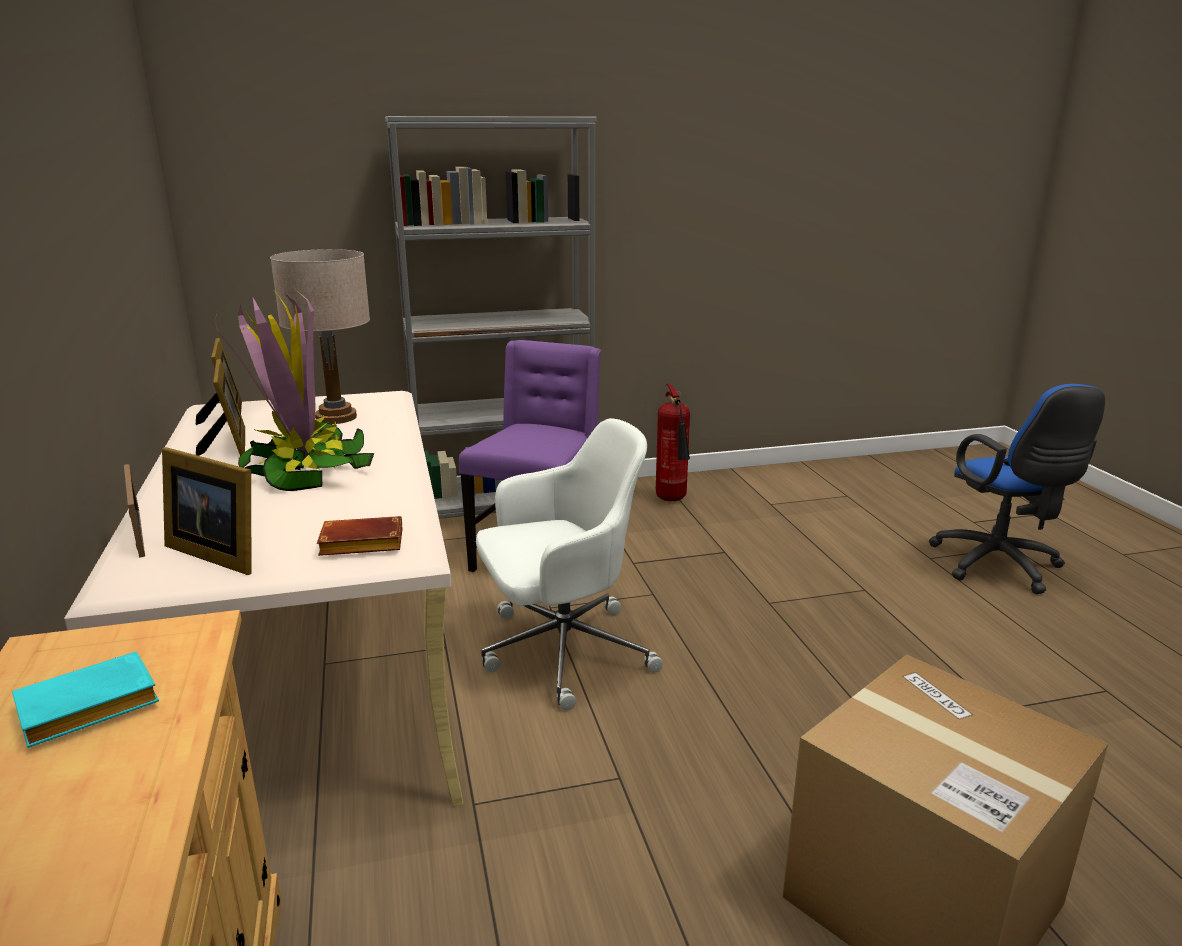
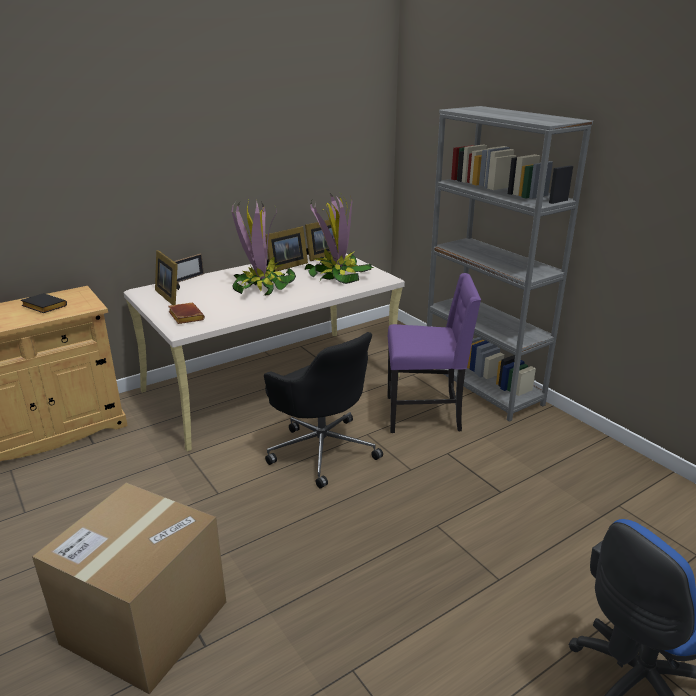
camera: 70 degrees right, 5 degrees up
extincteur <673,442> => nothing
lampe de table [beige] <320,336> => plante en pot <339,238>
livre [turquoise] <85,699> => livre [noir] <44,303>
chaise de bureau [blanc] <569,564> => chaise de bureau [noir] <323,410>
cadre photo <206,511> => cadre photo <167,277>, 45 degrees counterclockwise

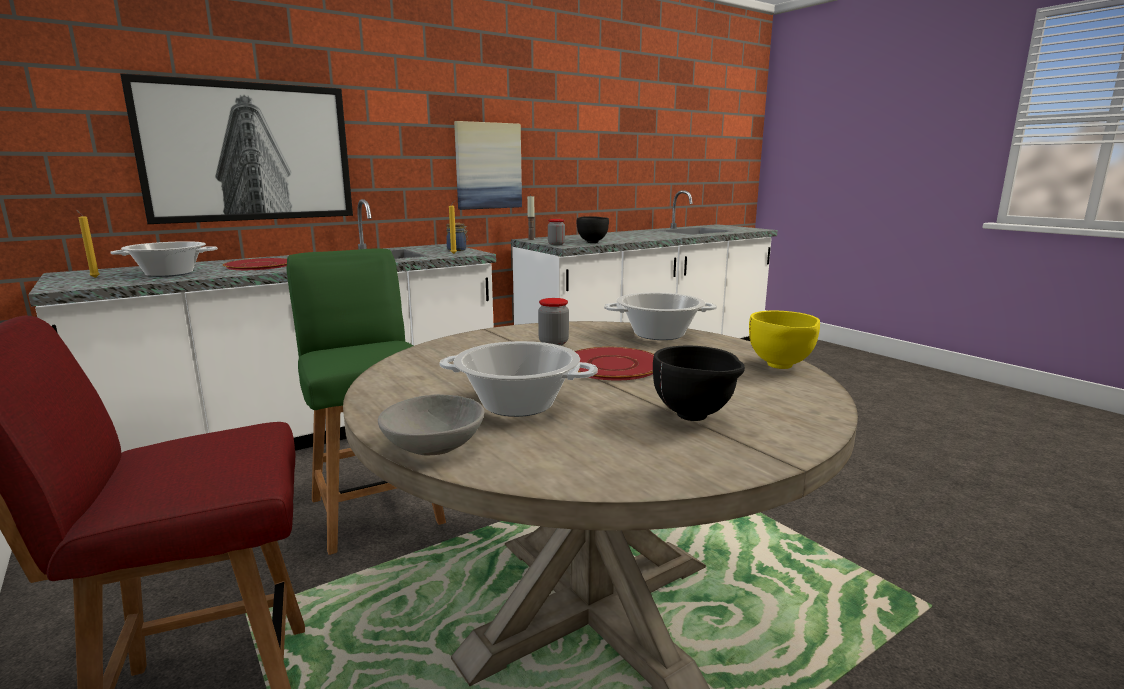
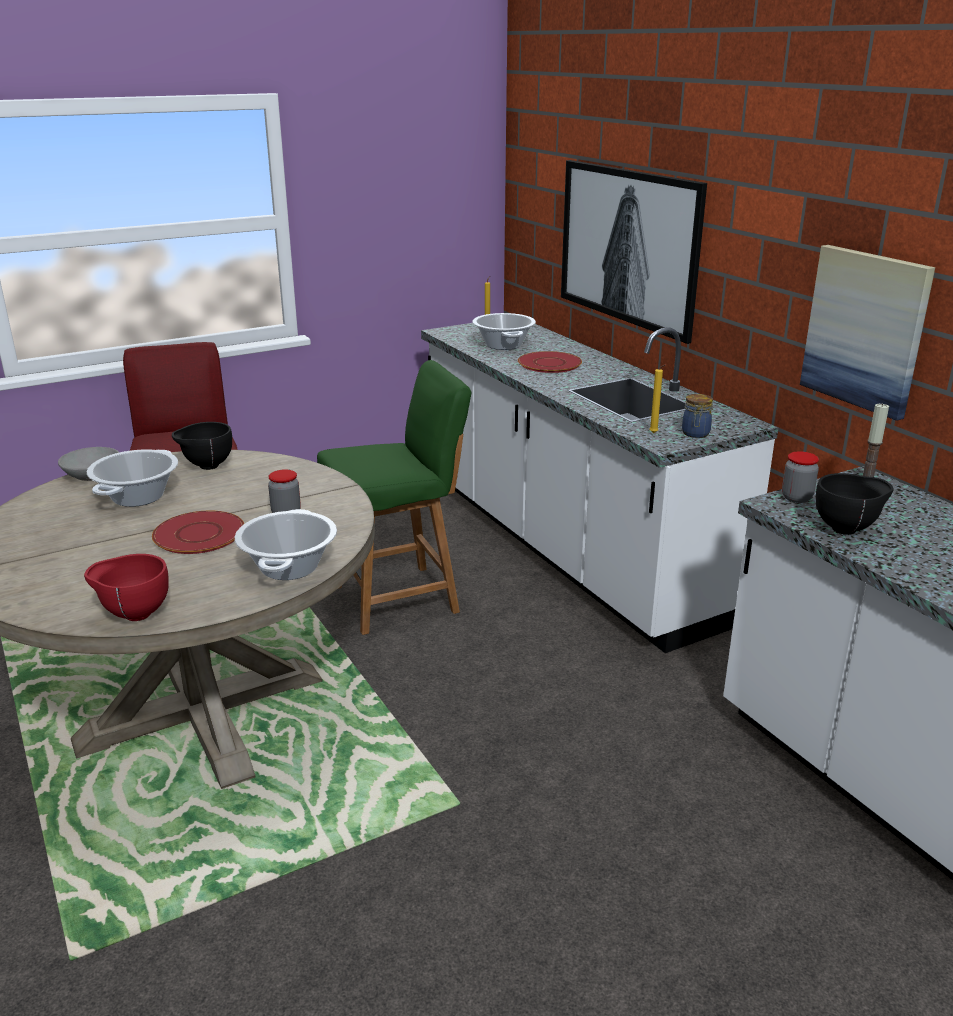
camera: 95 degrees right, 10 degrees up
bol [noir] <699,383> => bol [noir] <202,446>, shifted
bol [jaune] <784,340> => bol [rouge] <126,587>

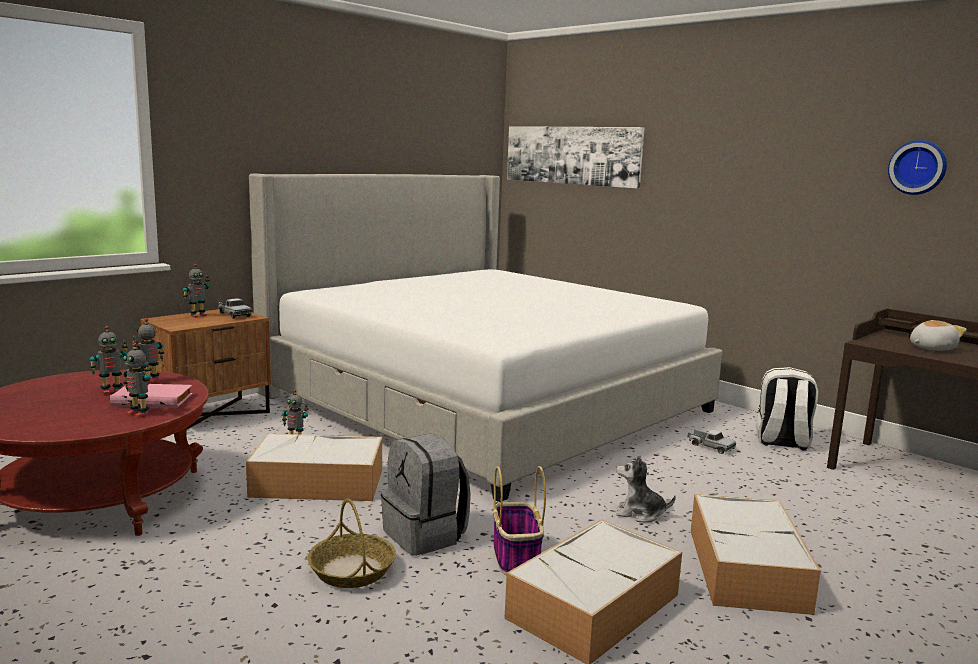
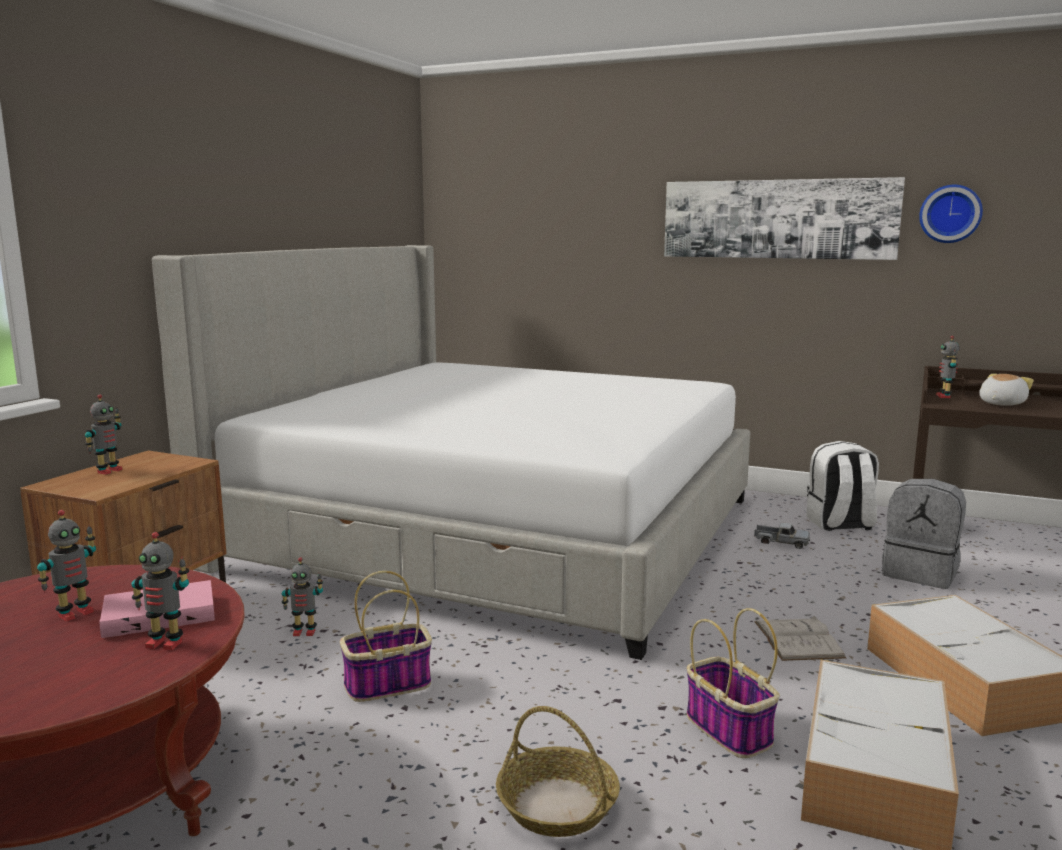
camera: 20 degrees left, 0 degrees up
camion jouet <235,308> => nothing
robot jouet <148,350> => robot jouet <948,367>, shifted
sac à dos [gris] <426,495> => sac à dos [gris] <924,534>, shifted
tableau <576,157> => tableau <784,218>, shifted
boîte de rangement <314,467> => panier <386,636>
peluche <646,489> => livre [blanc] <800,638>

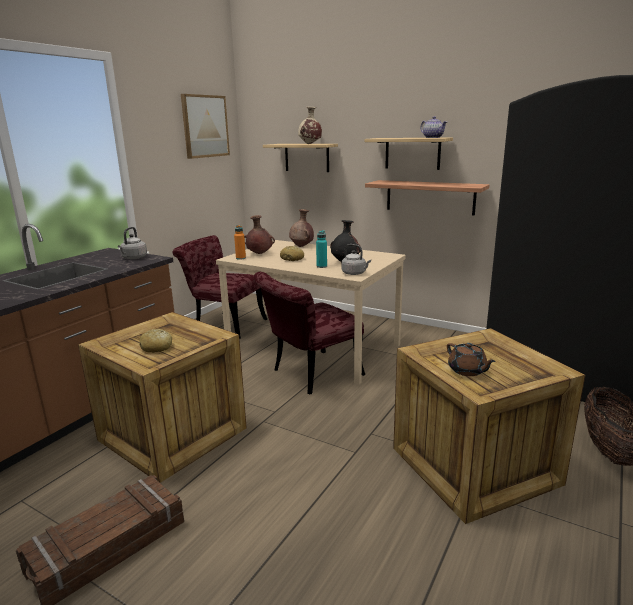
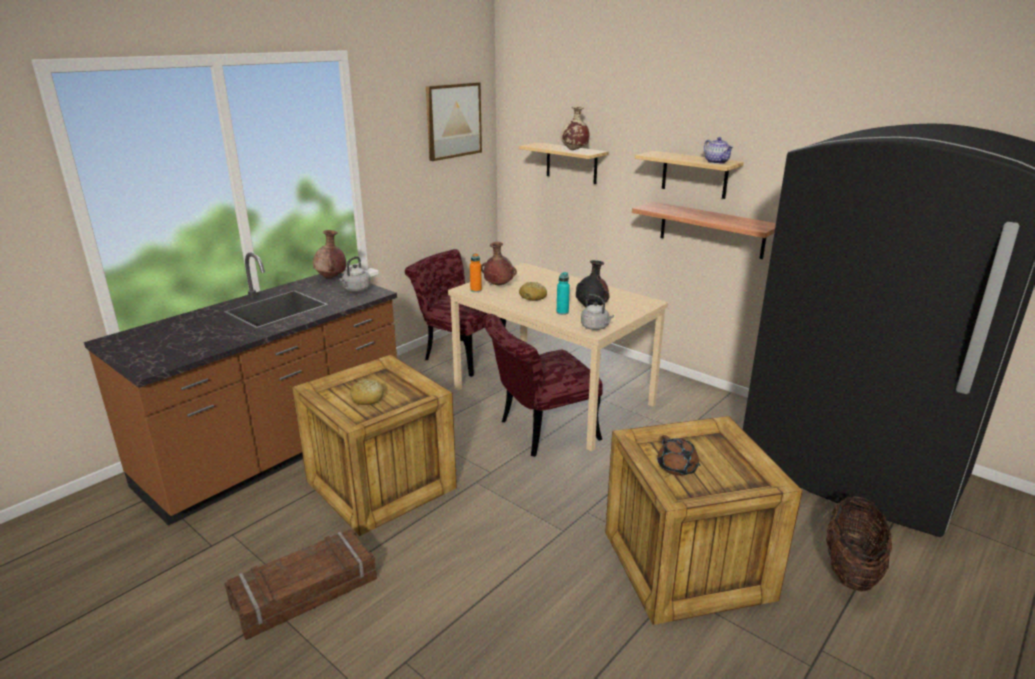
camera: 10 degrees right, 5 degrees up
vase [marron] <301,228> => vase [marron] <329,254>, shifted

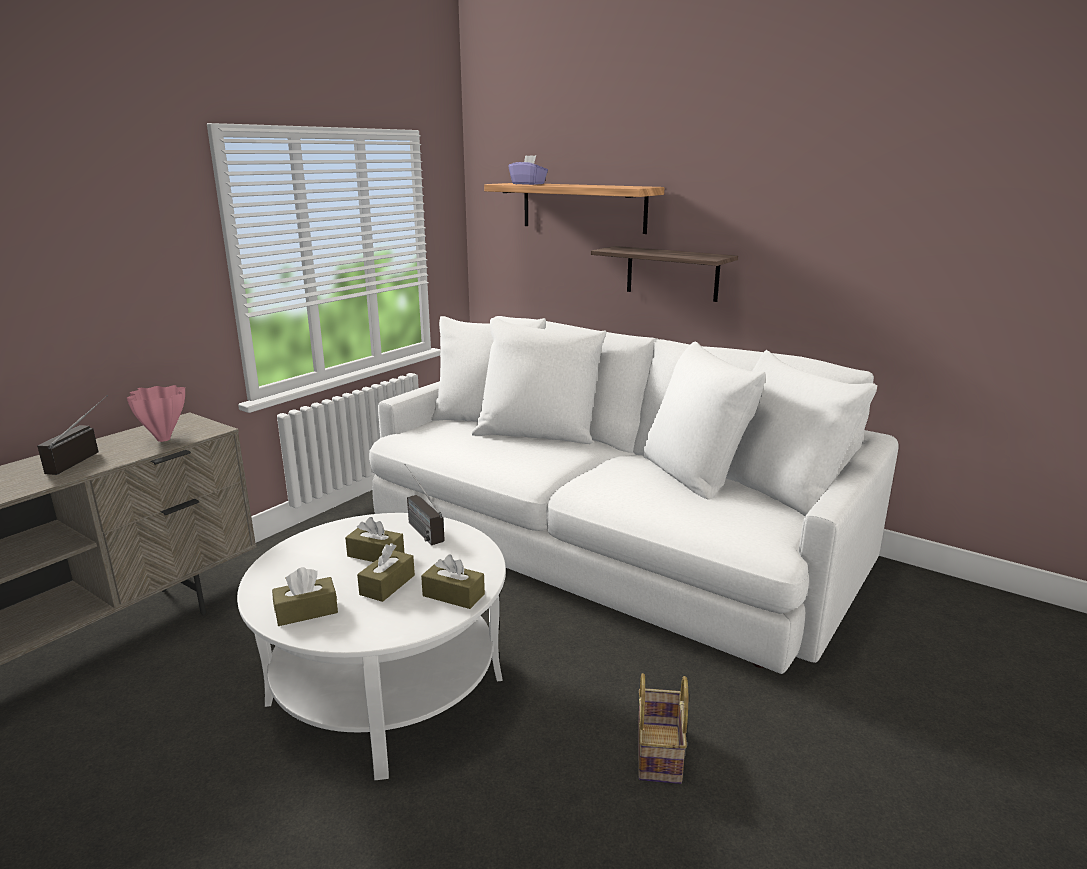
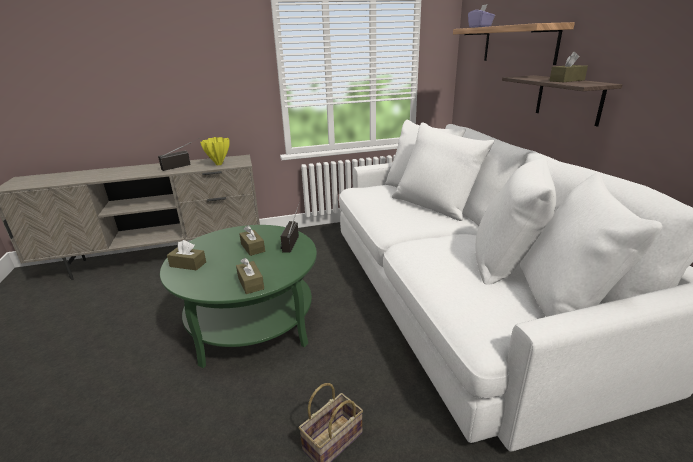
camera: 40 degrees right, 5 degrees up
boîte à mouchoirs [marron] <386,572> => boîte à mouchoirs [marron] <568,67>, shifted
vase [rose] <156,413> => vase [jaune] <215,151>
table basse [blanc] <371,646> => table basse [vert] <238,296>

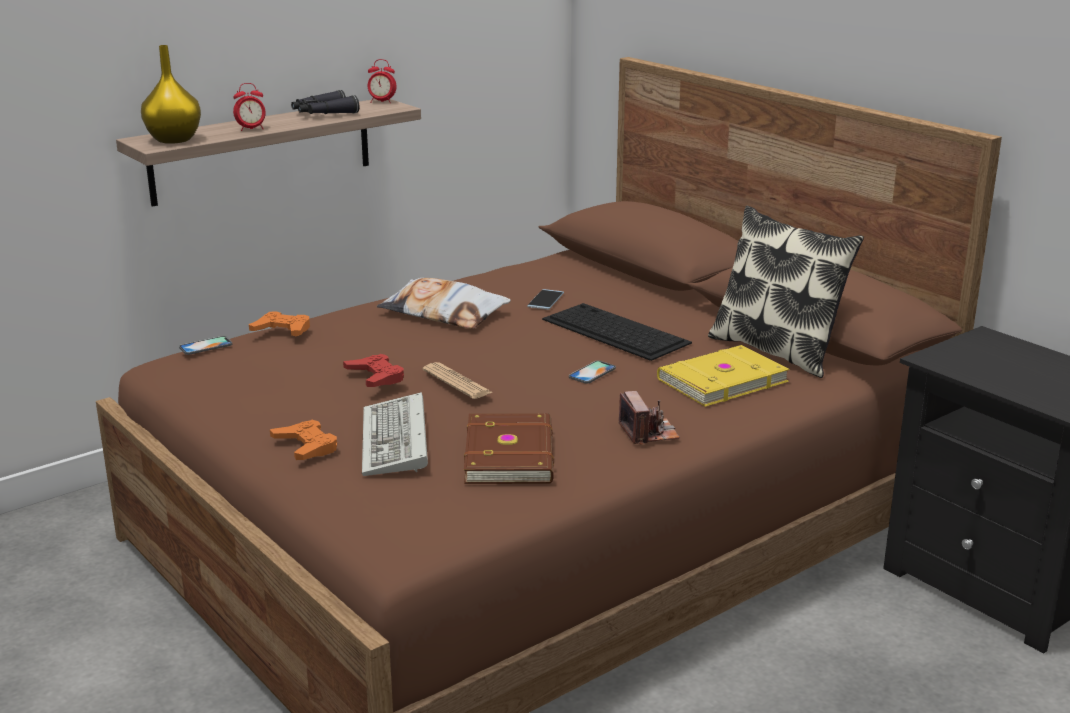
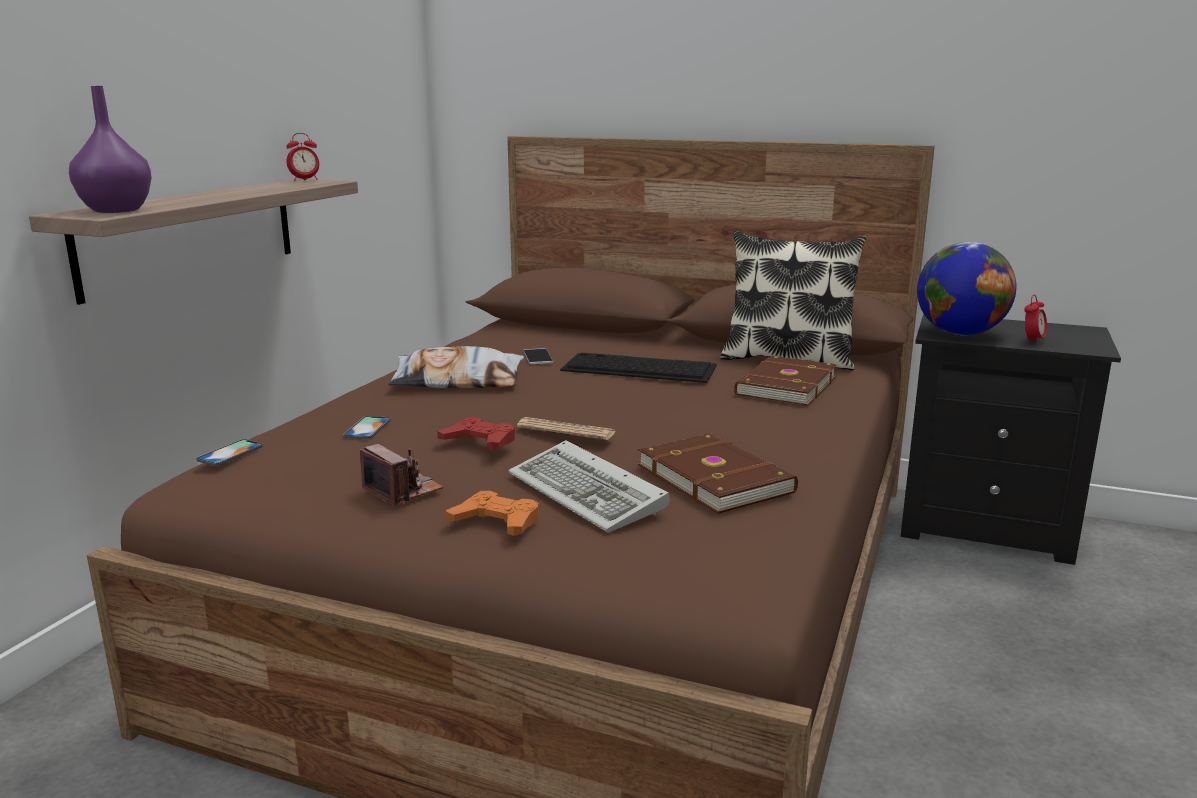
camera: 30 degrees left, 5 degrees down
manette [orange] <279,323> => nothing
jumelles [noir] <325,102> => nothing
nothing => globe <966,288>
réveil <249,107> => réveil <1035,320>, shifted
téléphone <592,372> => téléphone <367,427>, shifted
appareil photo <649,418> => appareil photo <401,474>, shifted
vase [jaune] <171,94> => vase [violet] <110,149>
livre [jaune] <723,375> => livre [marron] <785,381>

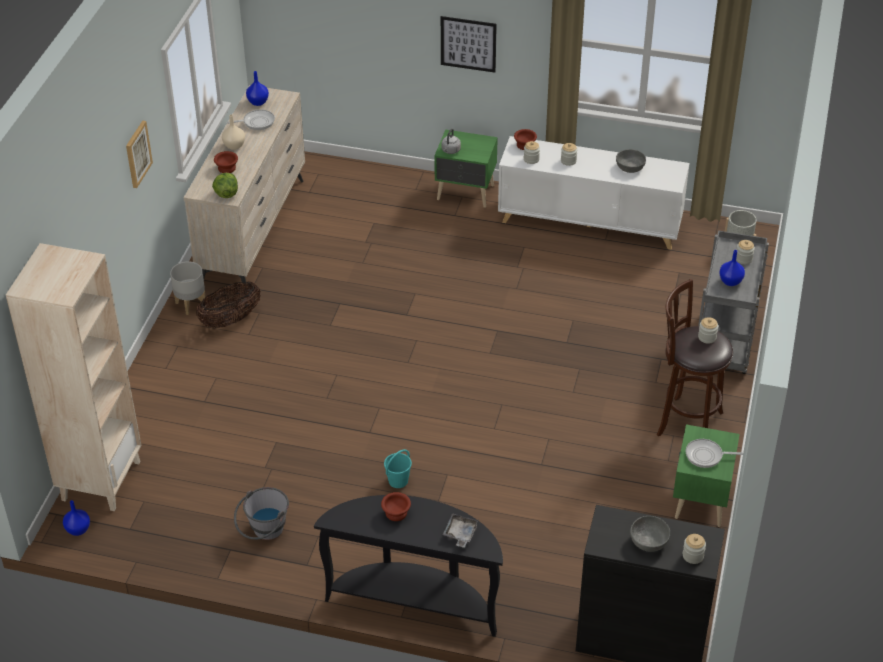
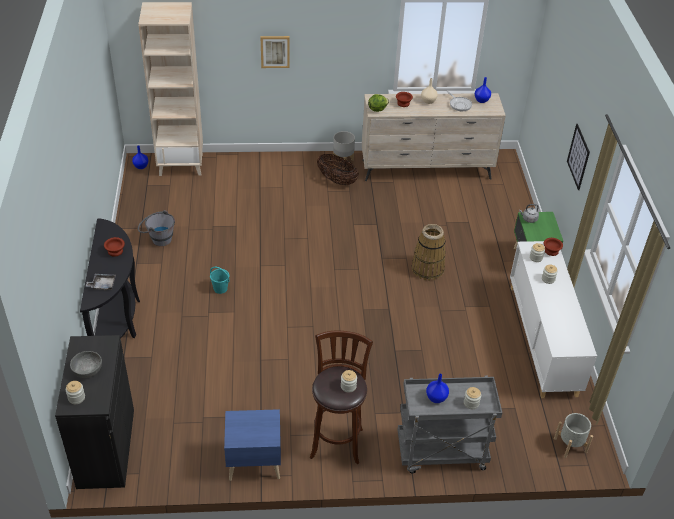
camera: 70 degrees right, 0 degrees up
bol [gris] <631,161> => nothing
poêle <714,453> => nothing
nothing => panier <429,252>
tableau <139,154> => tableau <275,52>, shifted
table de chevet [vert] <706,475> => table de chevet [bleu] <252,445>

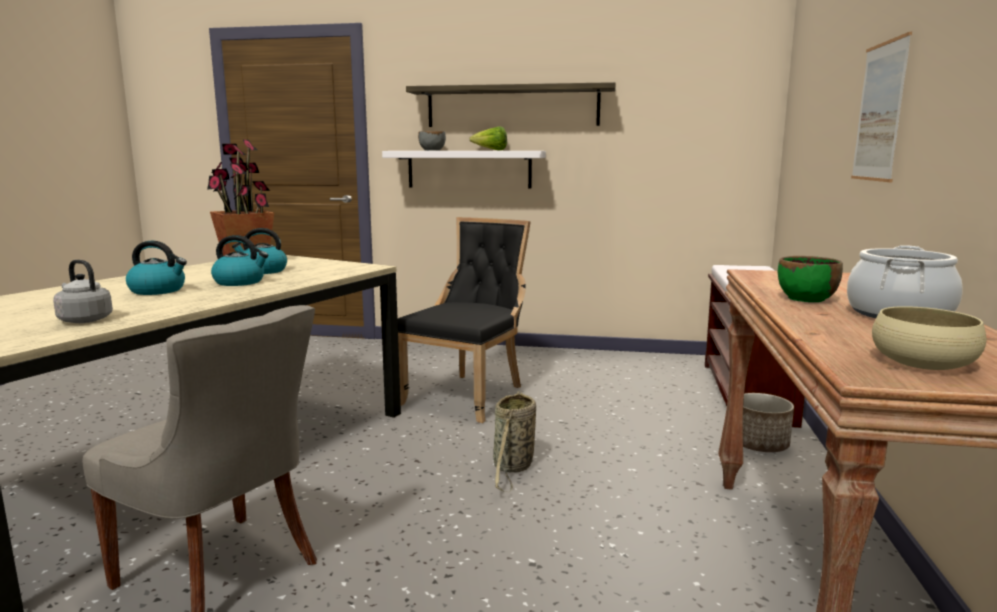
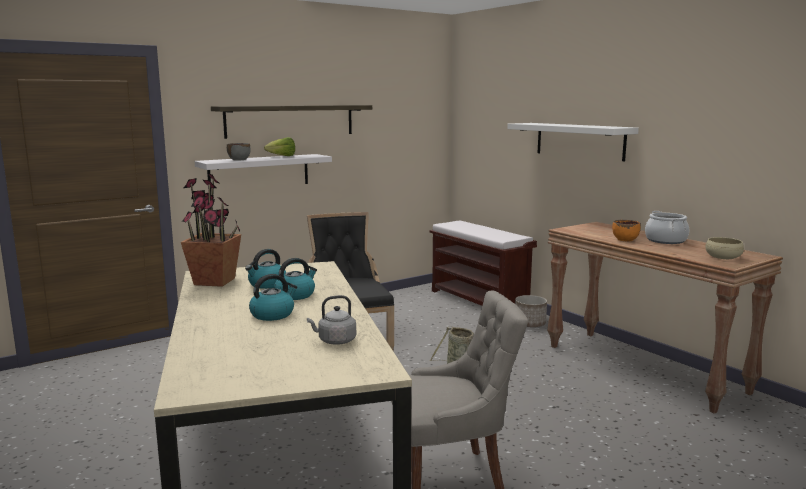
camera: 45 degrees left, 0 degrees up
tableau <881,107> => étagère [blanc] <573,142>
bol [vert] <810,279> => bol [orange] <626,230>

